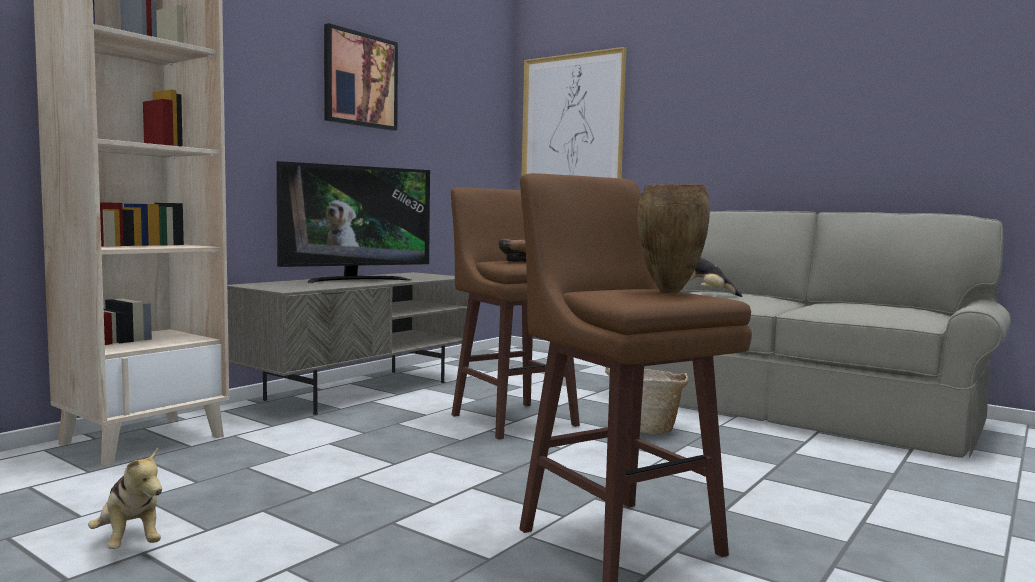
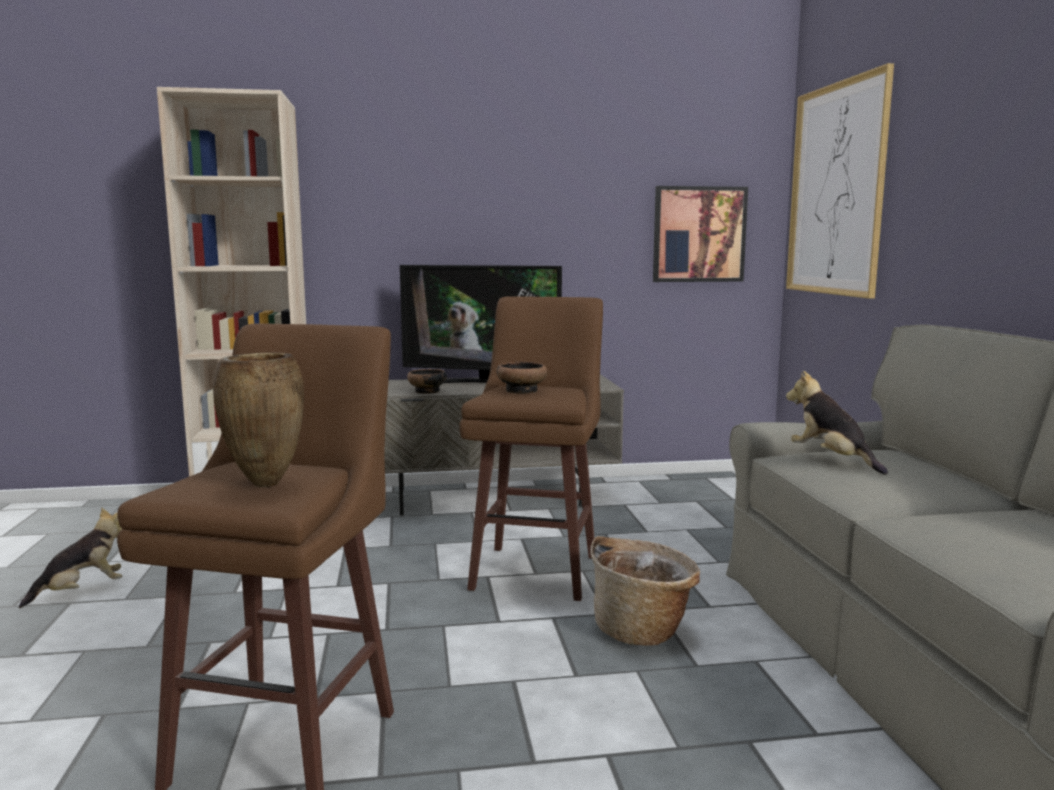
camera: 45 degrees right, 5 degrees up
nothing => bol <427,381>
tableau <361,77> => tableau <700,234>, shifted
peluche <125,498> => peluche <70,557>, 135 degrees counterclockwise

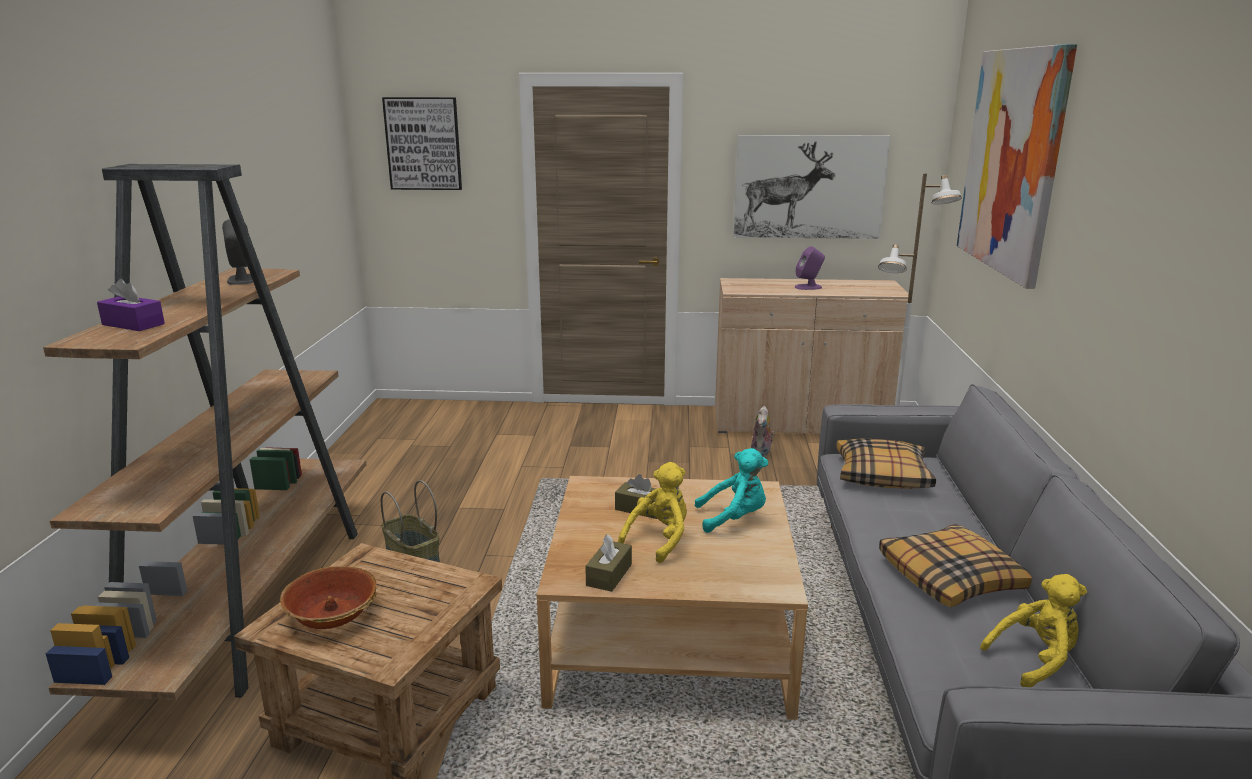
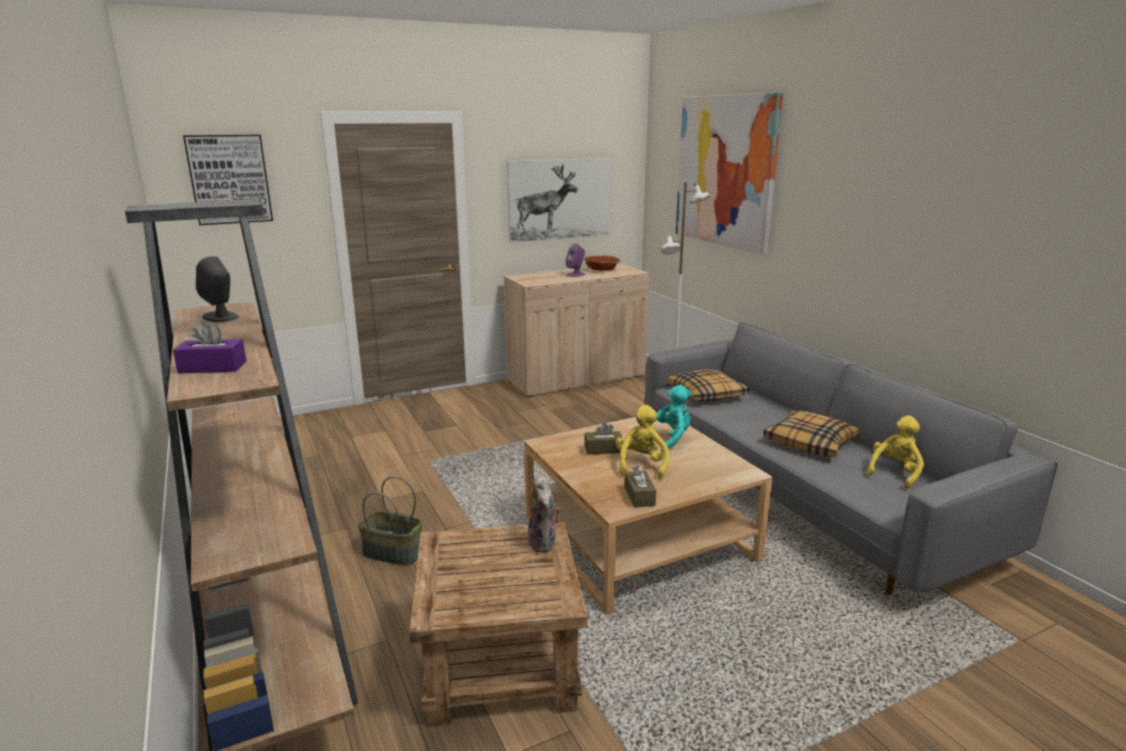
camera: 30 degrees left, 0 degrees up
bol <328,597> => bol <602,263>, shifted
peluche <763,432> => peluche <544,513>, shifted

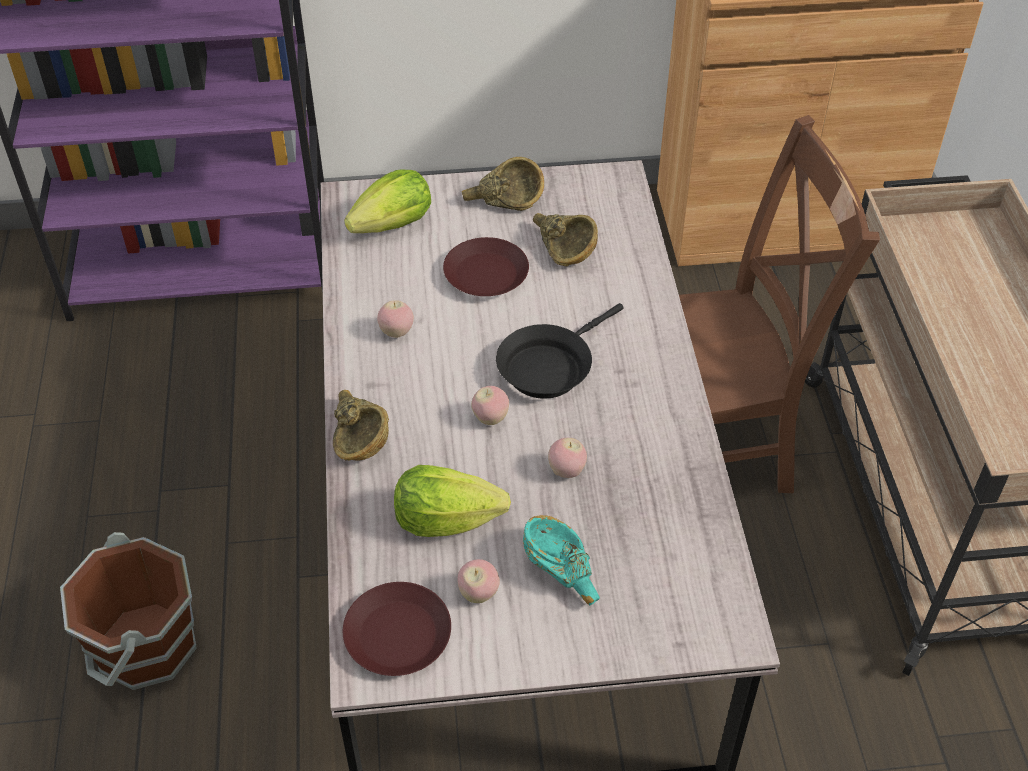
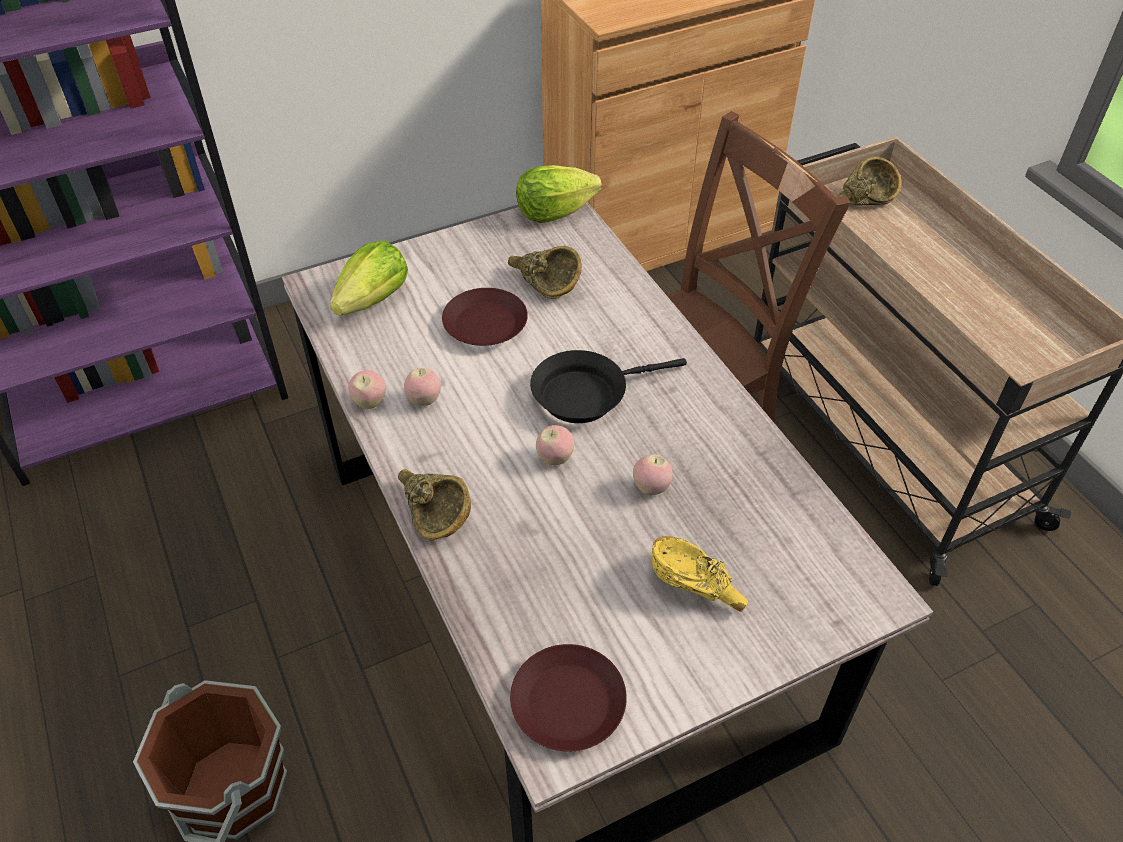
camera: 20 degrees left, 0 degrees up
laitue <452,501> => laitue <559,194>, shifted
pomme <479,581> => pomme <367,389>, shifted
bol [marron] <503,184> => bol [marron] <868,181>, shifted
bol [turquoise] <561,560> => bol [jaune] <700,574>
poêle [noir] <560,351> => poêle [noir] <608,386>, 45 degrees clockwise

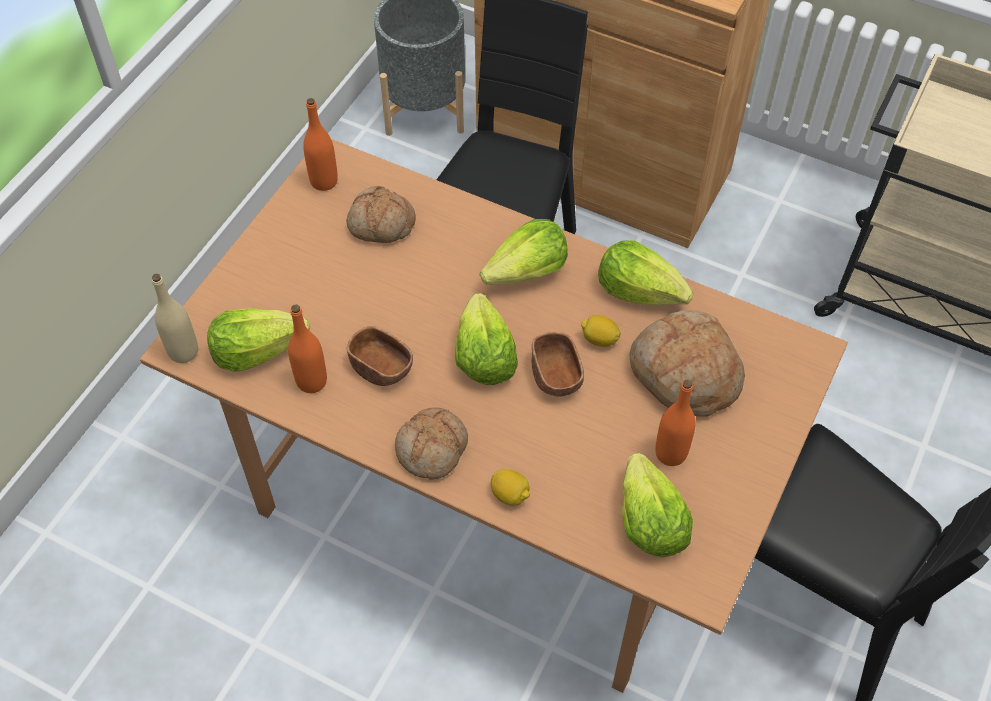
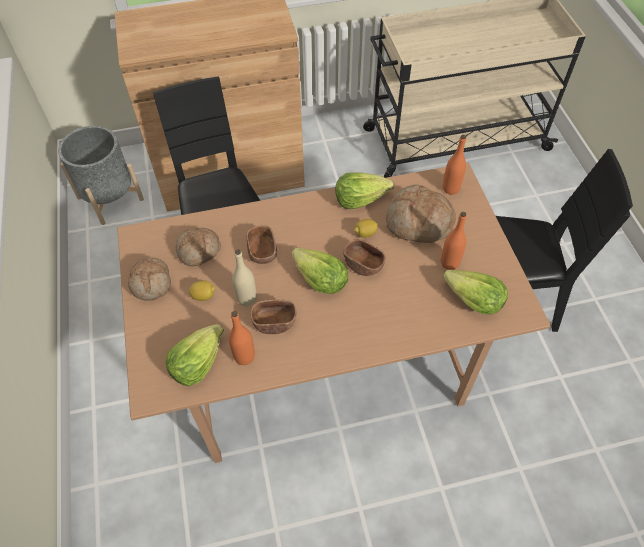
camera: 40 degrees left, 0 degrees up
laitue <524,252> => nothing
nothing => bol [marron] <261,244>
bouteille [beige] <175,318> => bouteille [beige] <244,277>, shifted
bouteille [orange] <320,144> => bouteille [orange] <454,165>, shifted
pain <431,443> => pain <149,279>, shifted
citron <510,487> => citron <202,290>, shifted

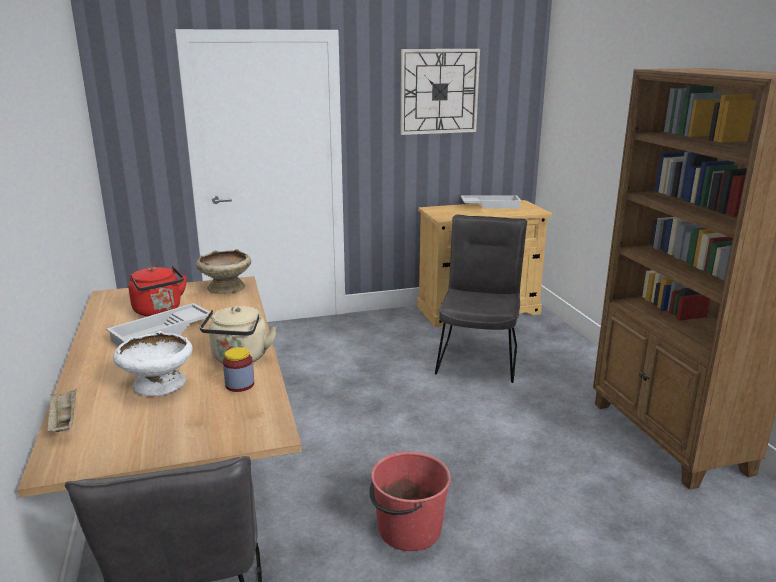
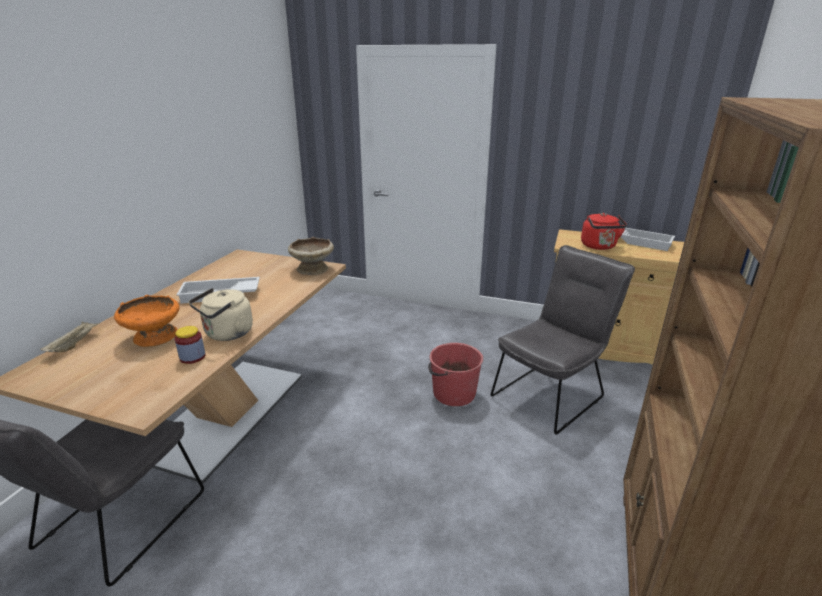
camera: 35 degrees right, 5 degrees up
horloge murale <440,92> => nothing
bouilloire [rouge] <157,291> => bouilloire [rouge] <604,231>, shifted
seau [rouge] <410,501> => seau [rouge] <455,374>, shifted
bol [blanc] <153,363> => bol [orange] <147,321>

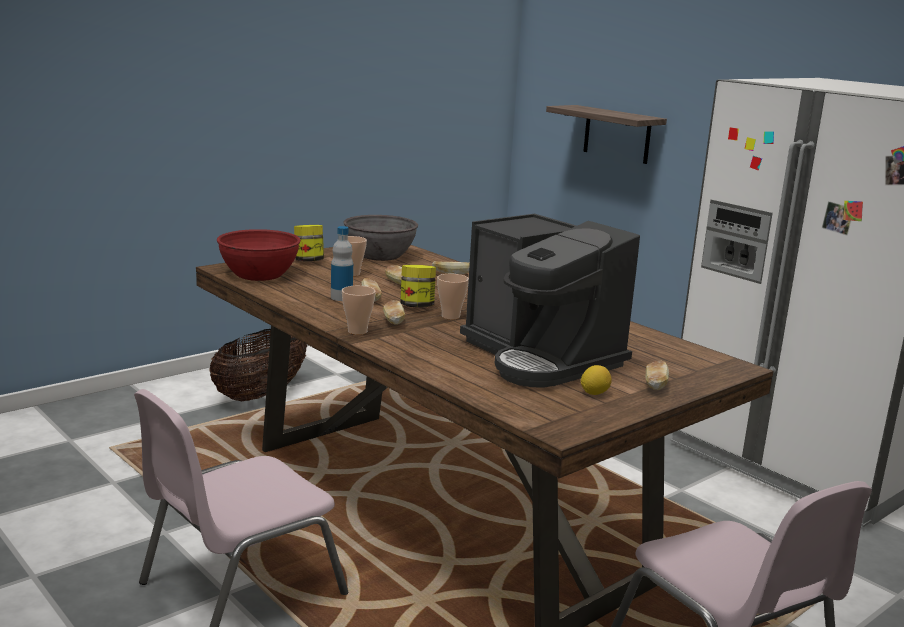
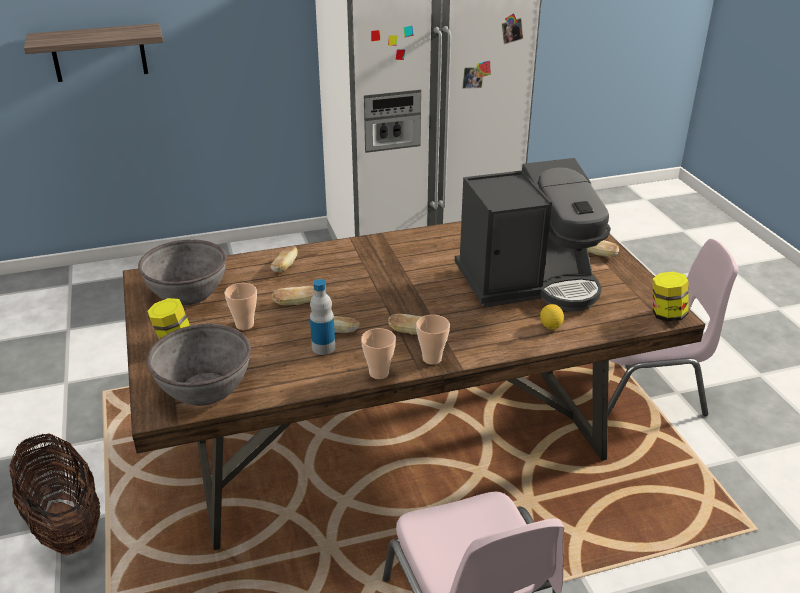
camera: 65 degrees left, 15 degrees up
bocal <418,286> => bocal <671,296>, shifted
tasse <453,297> => tasse <378,353>, shifted
citron <596,380> => citron <552,317>, shifted
bol [rouge] <259,255> => bol [gris] <199,365>

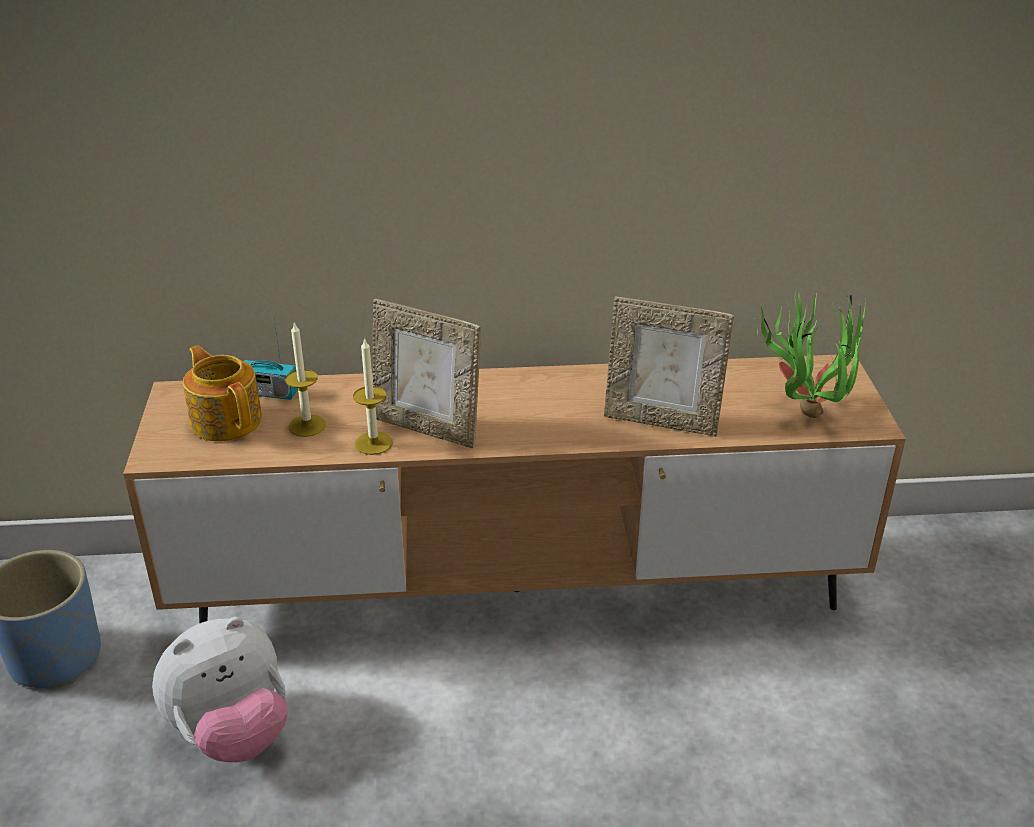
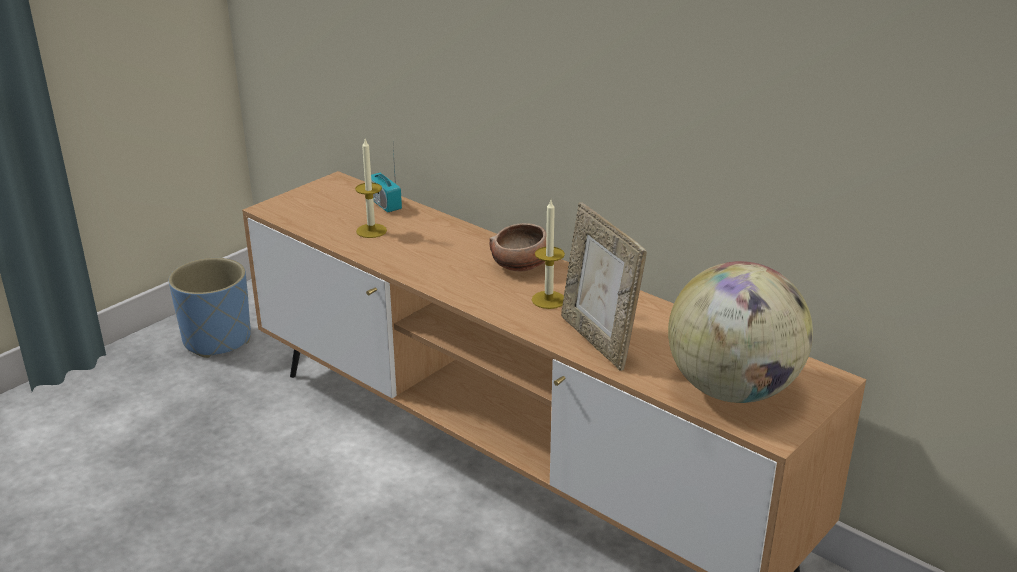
camera: 45 degrees right, 5 degrees down
peluche <220,689> => nothing
théière <222,393> => nothing
cadre photo <427,373> => nothing
nothing => bol <517,247>
bougie <373,396> => bougie <548,254>, shifted
plante en pot <810,355> => globe <740,332>

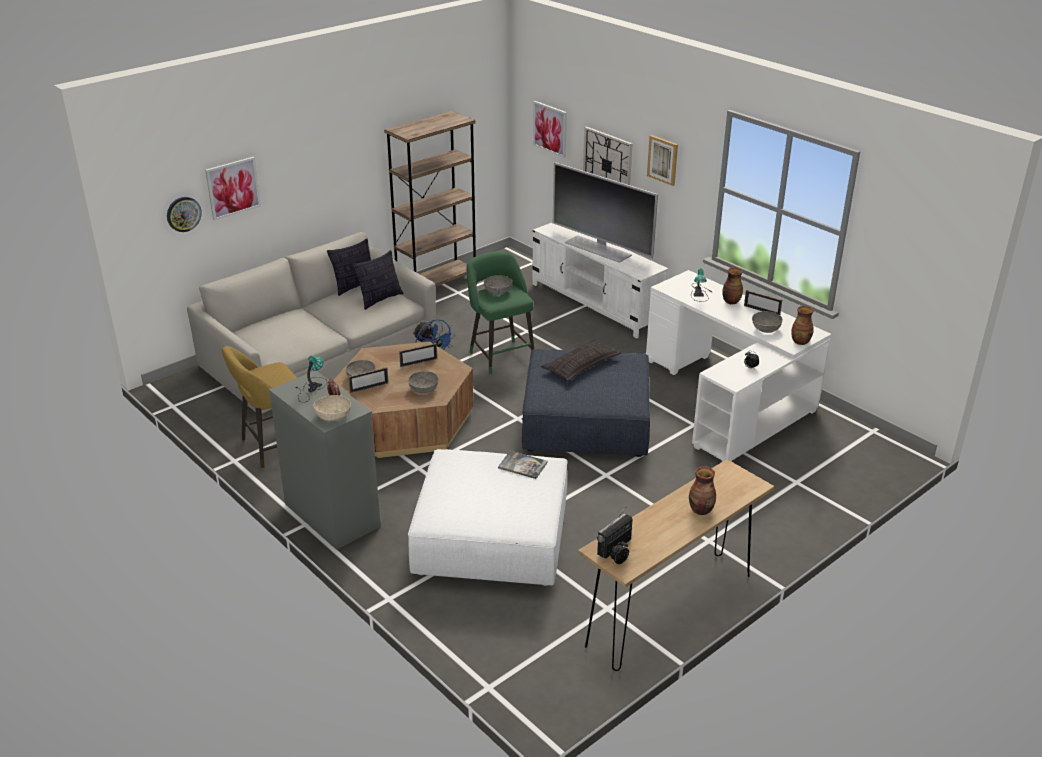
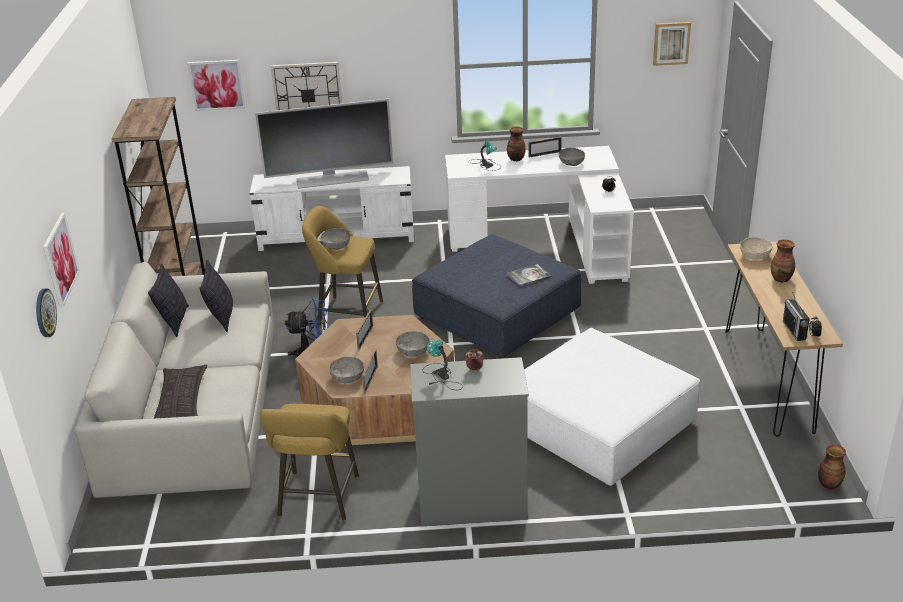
camera: 50 degrees left, 0 degrees up
bol [beige] <332,408> => bol [beige] <756,248>, shifted
livre <523,465> => livre <529,275>, shifted
coussin <581,360> => coussin <180,391>, shifted
tableau <662,160> => tableau <672,44>, shifted
vase <802,325> => vase <832,466>, shifted
tabouret [vert] <500,313> => tabouret [jaune] <342,266>

